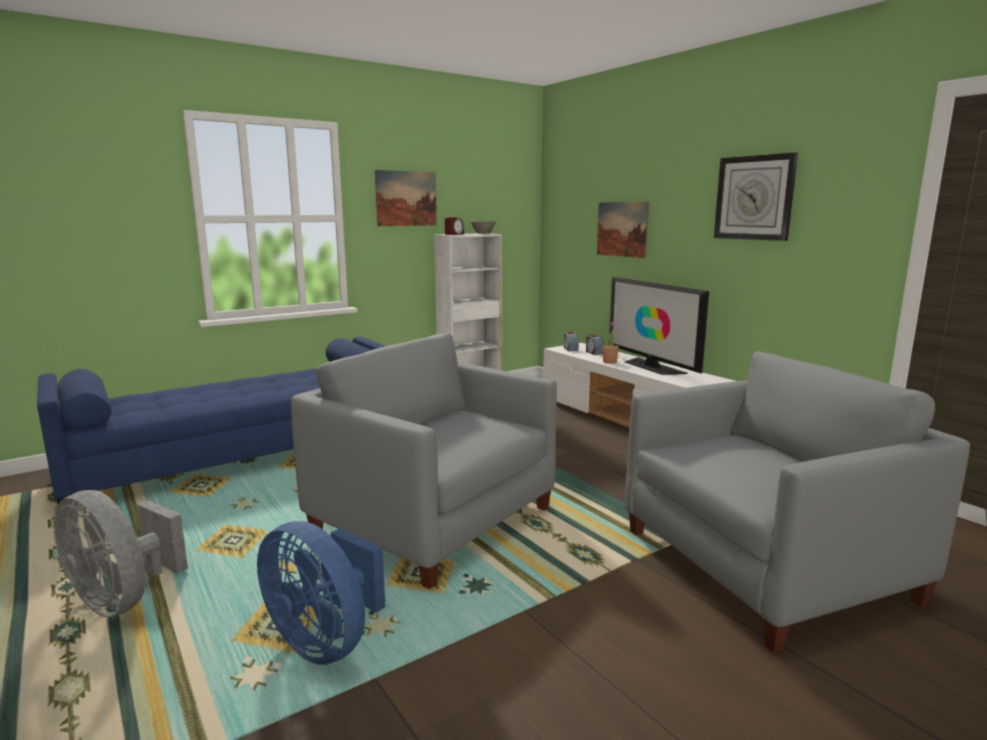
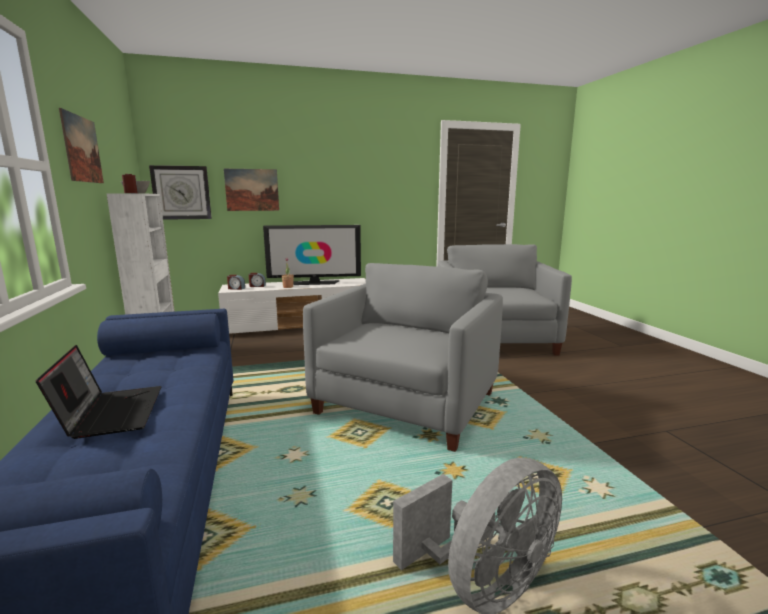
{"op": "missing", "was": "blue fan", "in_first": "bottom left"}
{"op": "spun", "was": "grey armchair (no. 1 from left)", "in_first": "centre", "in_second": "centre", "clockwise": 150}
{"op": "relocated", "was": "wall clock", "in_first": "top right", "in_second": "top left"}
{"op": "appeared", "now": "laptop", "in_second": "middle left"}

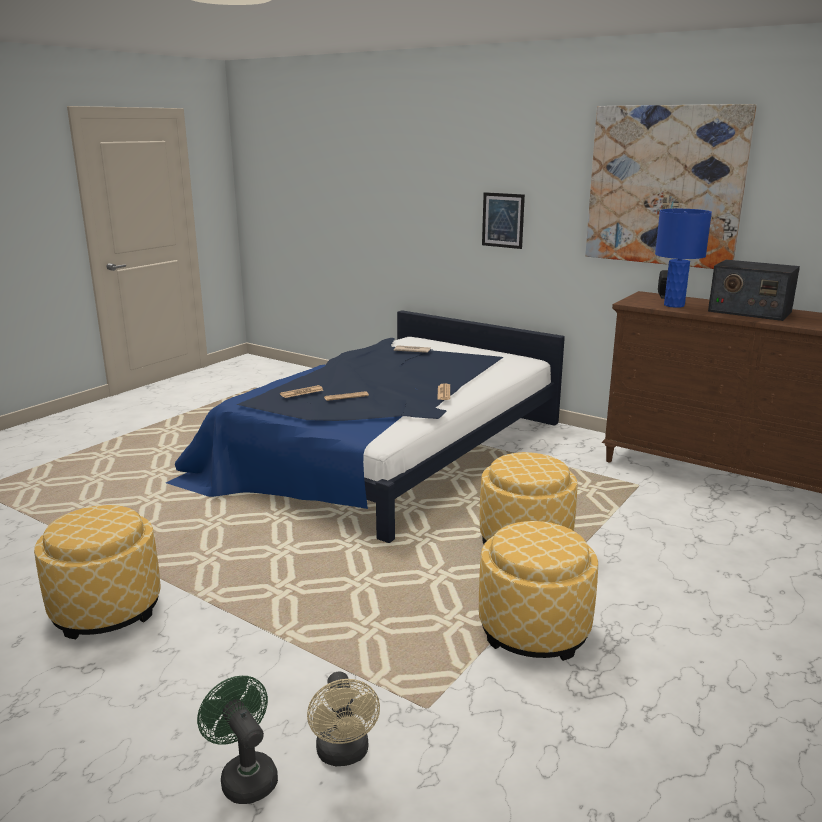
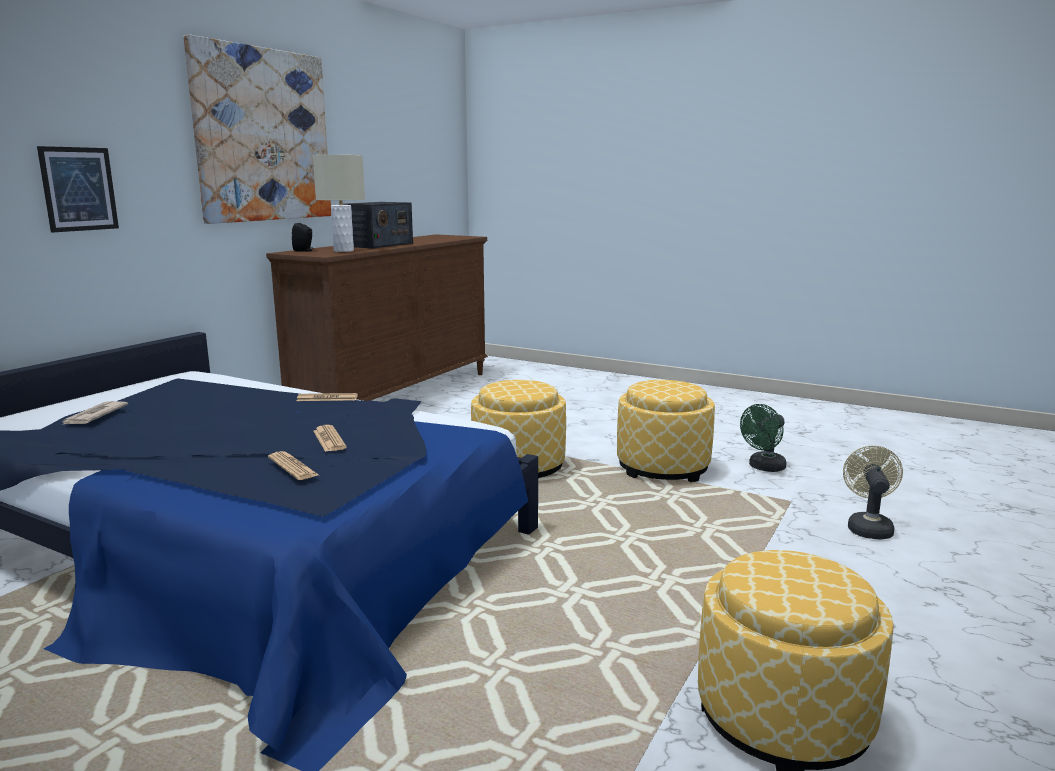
{"op": "relocated", "was": "green fan", "in_first": "bottom left", "in_second": "middle right"}
{"op": "spun", "was": "beige fan", "in_first": "bottom centre", "in_second": "middle right", "clockwise": -60}
{"op": "colour", "was": "blue table lamp", "now": "beige table lamp", "in_first": "top right", "in_second": "top left"}

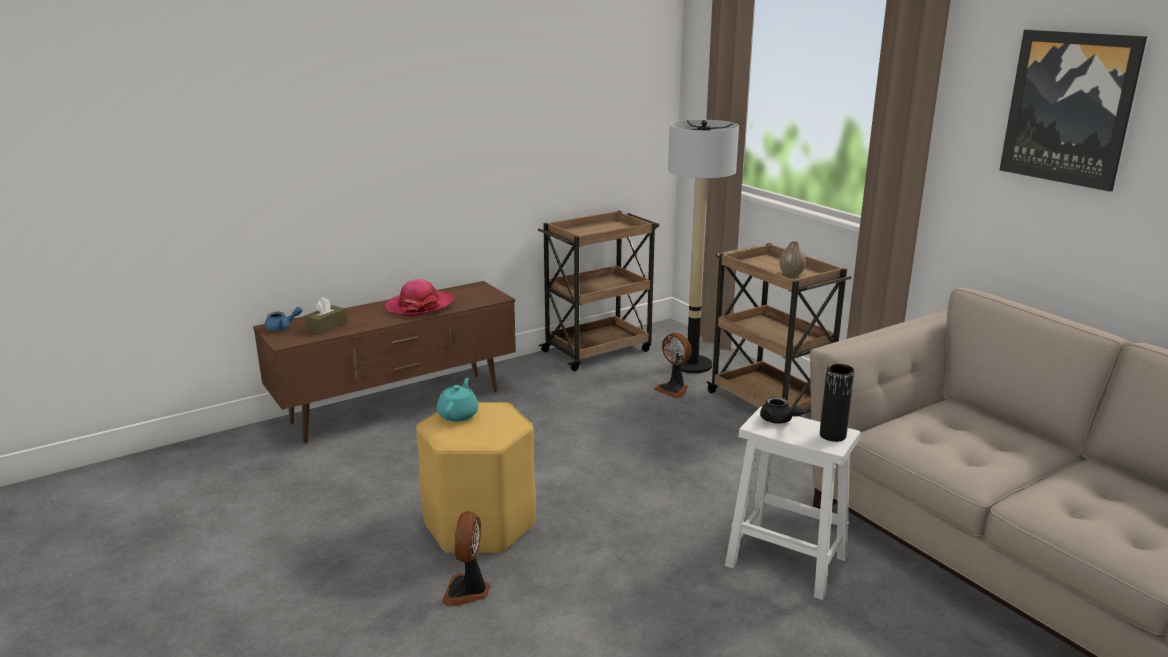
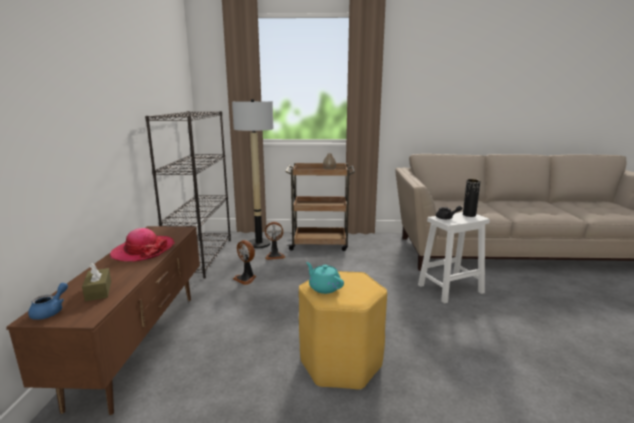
{"op": "relocated", "was": "fan (no. 1 from left)", "in_first": "bottom centre", "in_second": "centre"}
{"op": "exchanged", "was": "brown cart (no. 1 from left)", "now": "black bookcase", "in_first": "centre", "in_second": "middle left"}
{"op": "missing", "was": "picture", "in_first": "top right"}

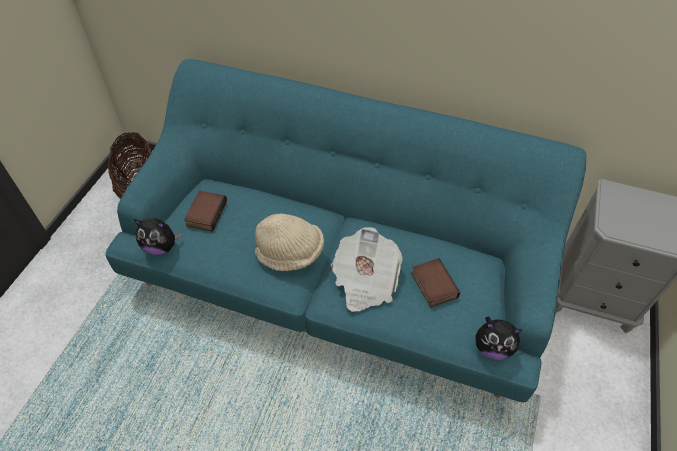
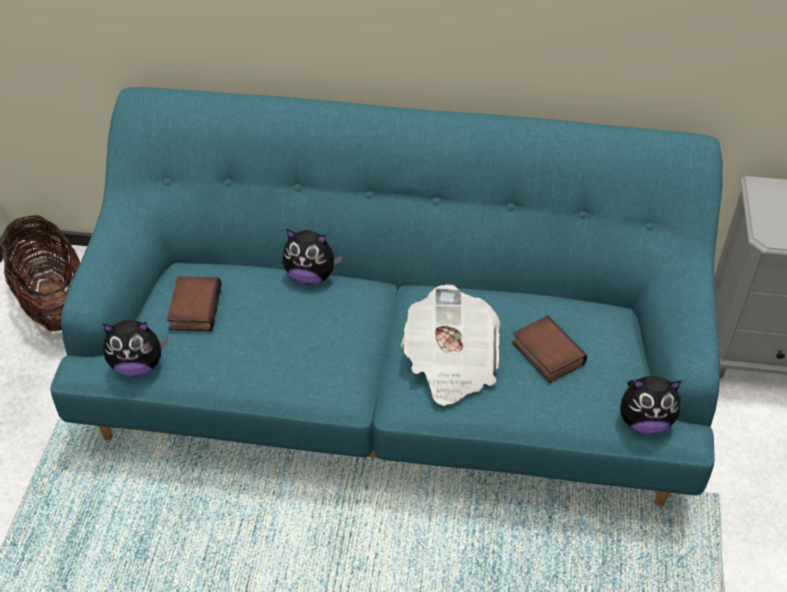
{"op": "missing", "was": "beige hat", "in_first": "centre"}
{"op": "appeared", "now": "plush toy (no. 2 from left)", "in_second": "centre"}

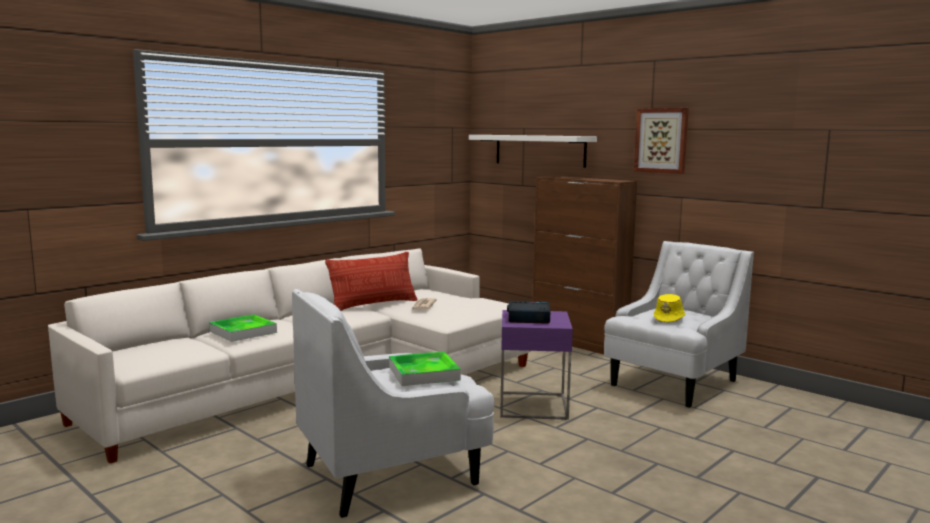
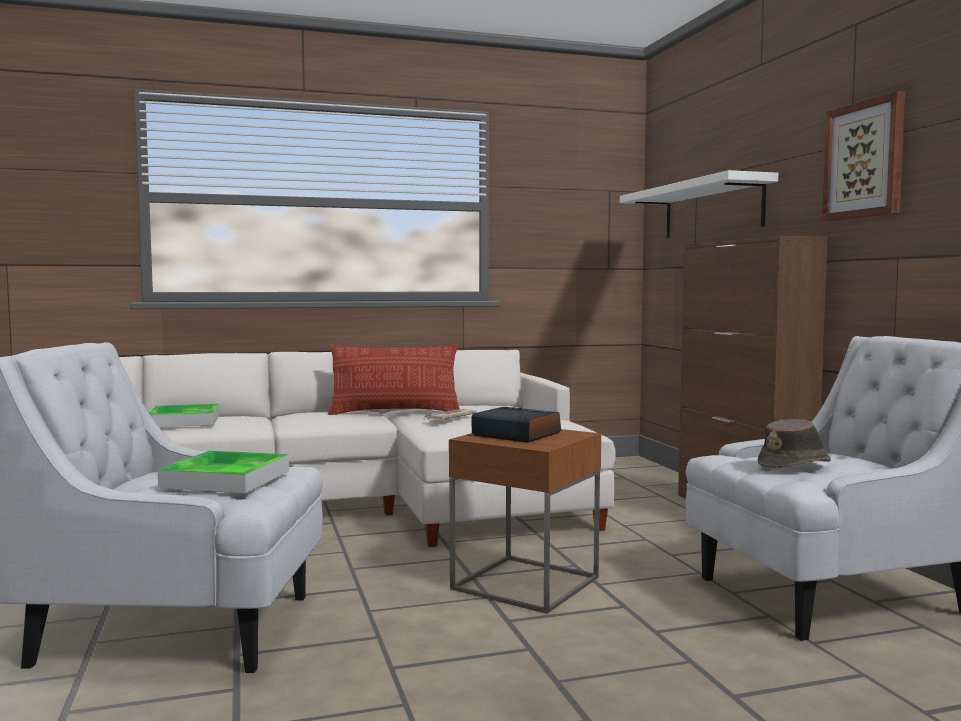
{"op": "colour", "was": "purple side table", "now": "brown side table", "in_first": "bottom centre", "in_second": "bottom centre"}
{"op": "colour", "was": "yellow hat", "now": "brown hat", "in_first": "middle right", "in_second": "middle right"}

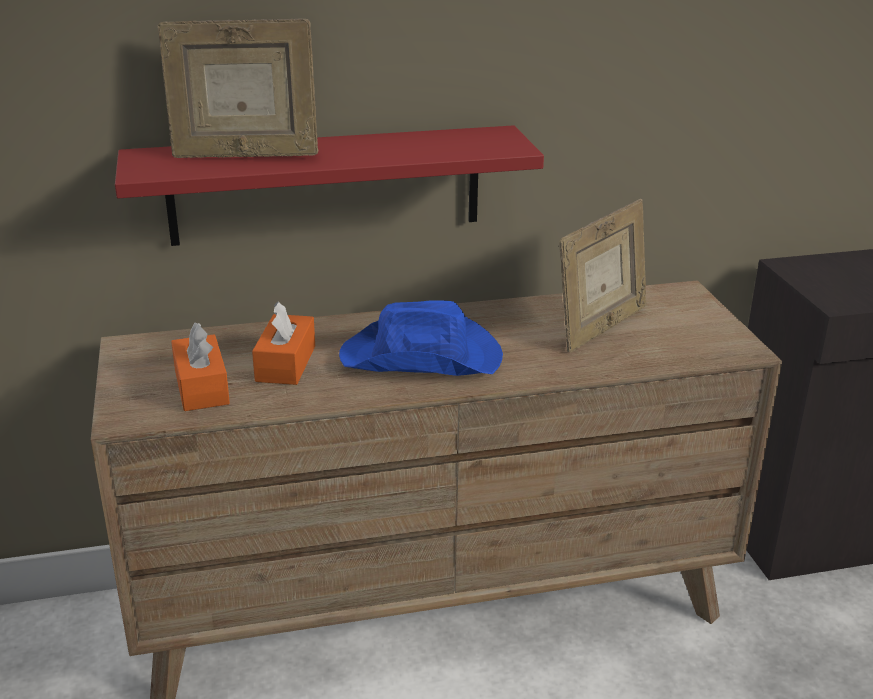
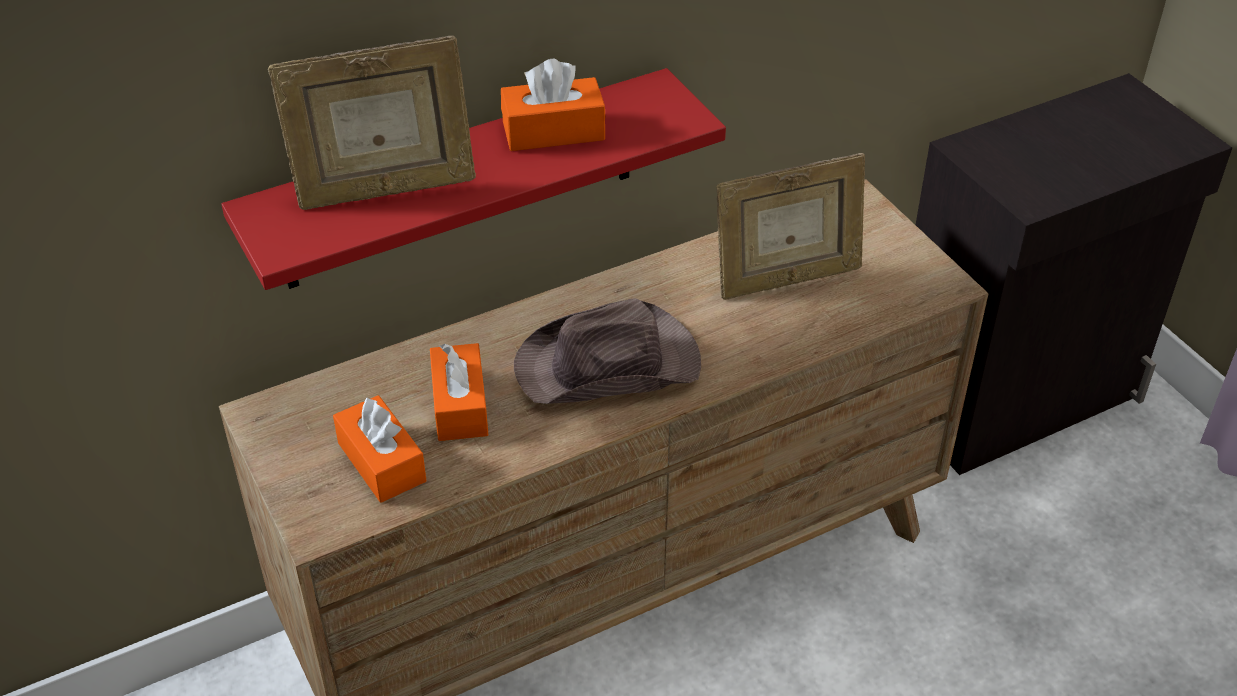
{"op": "colour", "was": "blue hat", "now": "brown hat", "in_first": "centre", "in_second": "centre"}
{"op": "spun", "was": "picture frame (no. 2 from left)", "in_first": "middle right", "in_second": "top centre", "clockwise": 45}
{"op": "appeared", "now": "orange tissue box (no. 3 from left)", "in_second": "top centre"}

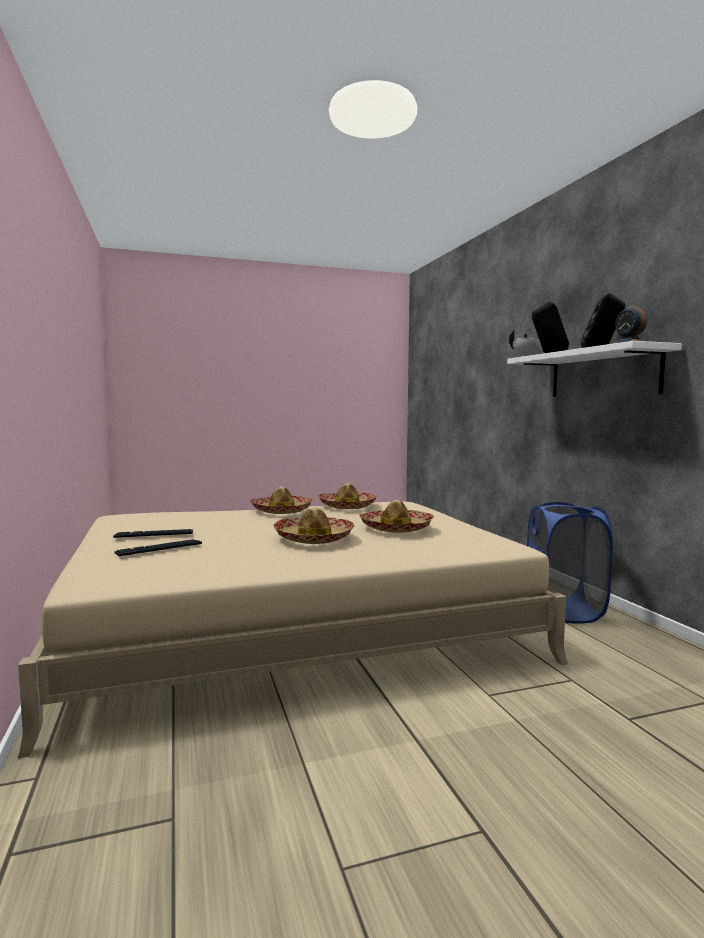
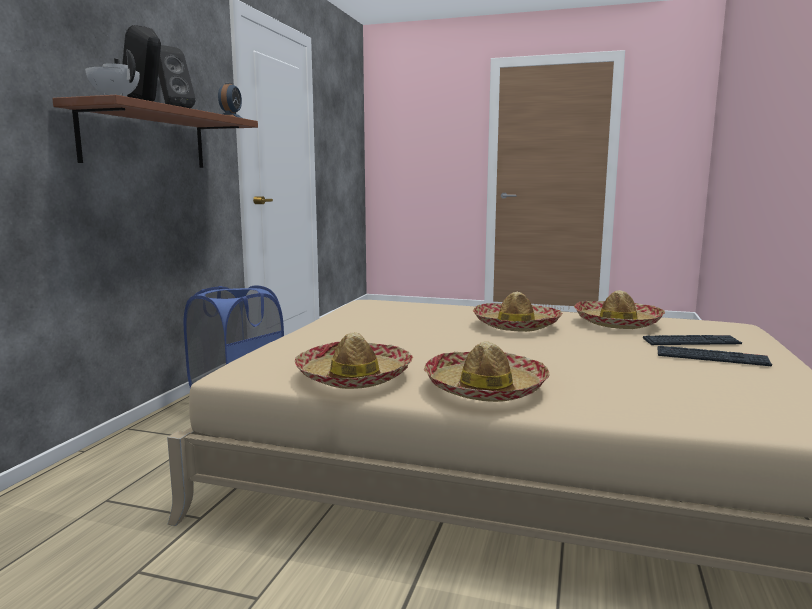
{"op": "relocated", "was": "hat (no. 4 from left)", "in_first": "centre", "in_second": "middle right"}
{"op": "colour", "was": "white shelf", "now": "brown shelf", "in_first": "middle right", "in_second": "top left"}

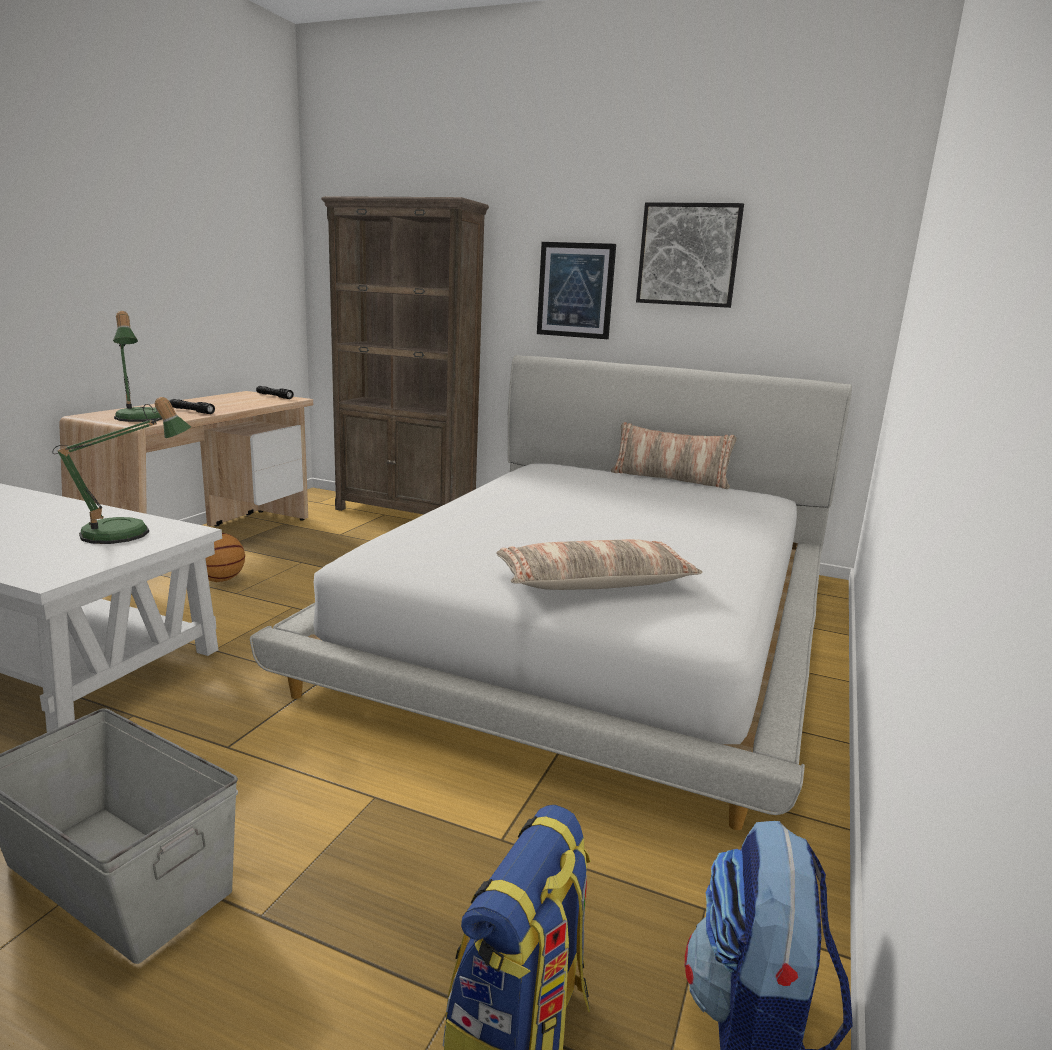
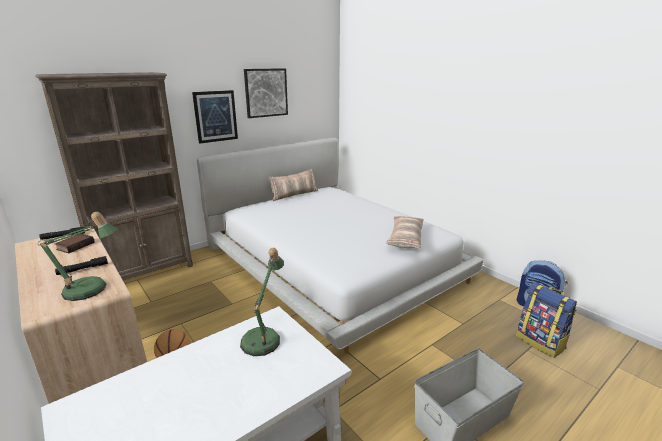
{"op": "appeared", "now": "book", "in_second": "middle left"}

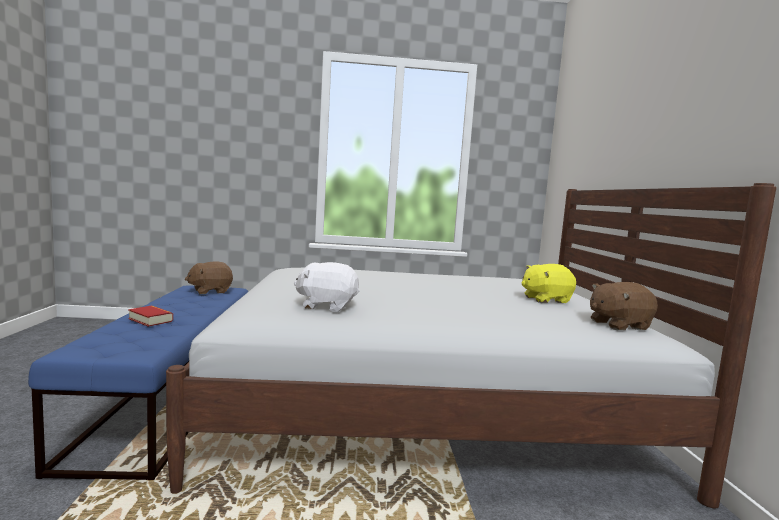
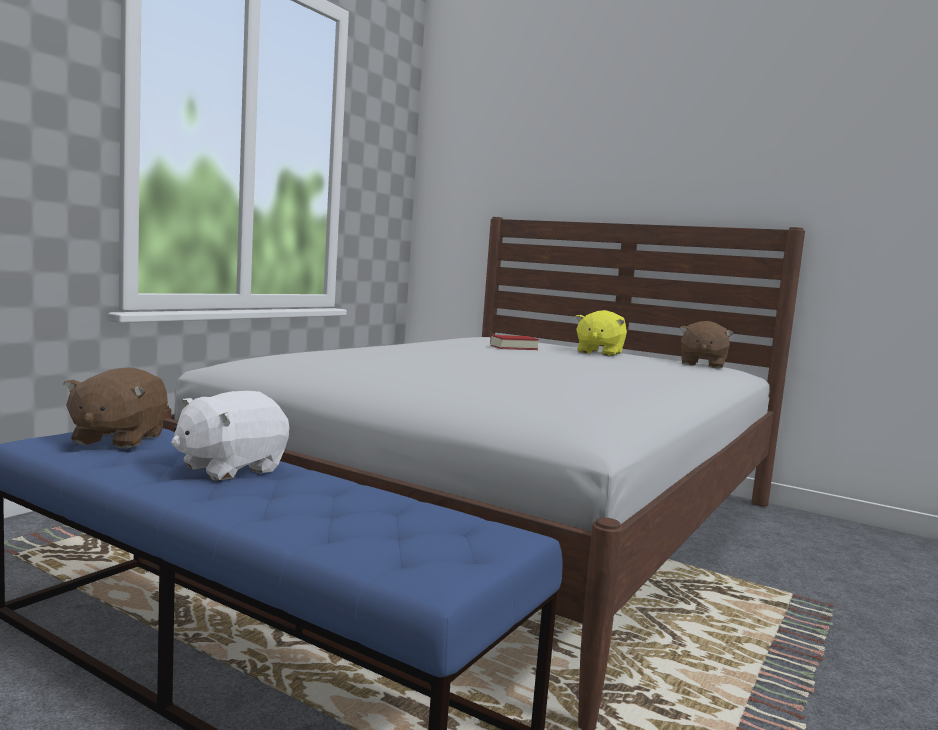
{"op": "relocated", "was": "book", "in_first": "middle left", "in_second": "centre"}
{"op": "relocated", "was": "white plush toy", "in_first": "centre", "in_second": "middle left"}

